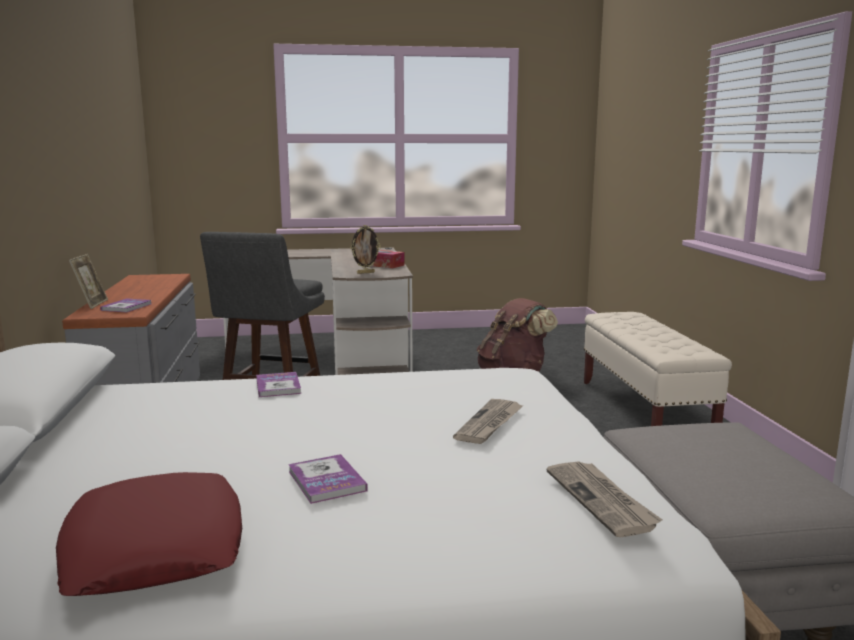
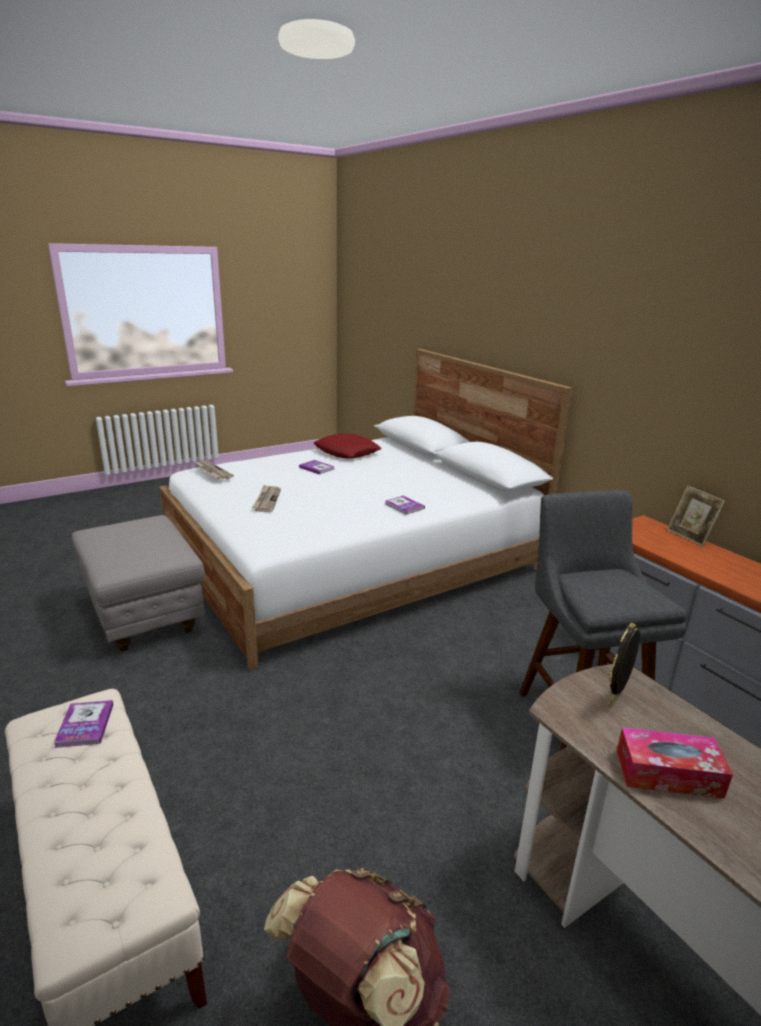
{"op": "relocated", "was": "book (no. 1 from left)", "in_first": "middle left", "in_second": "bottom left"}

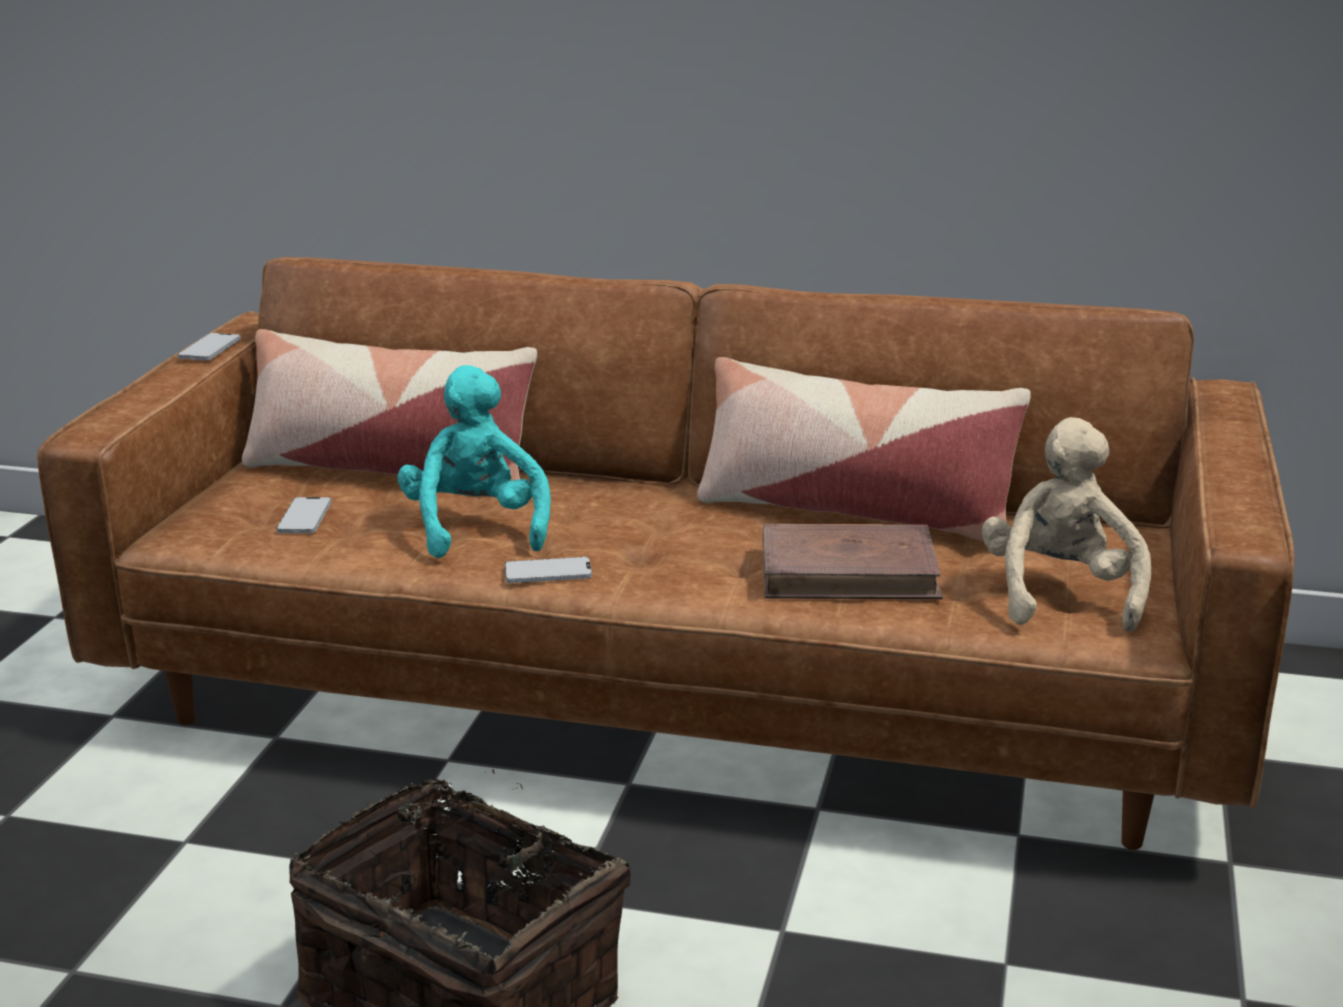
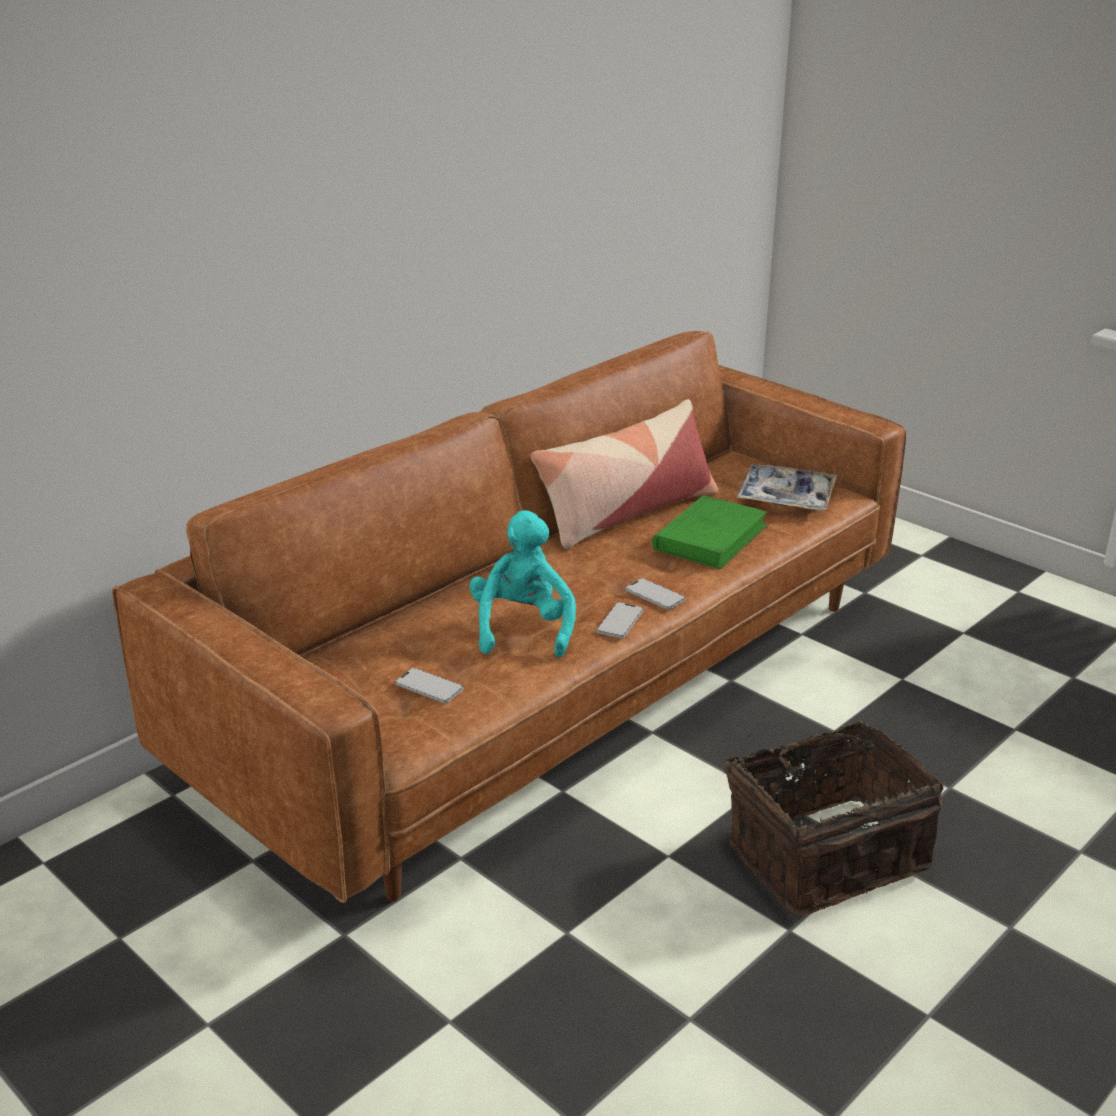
{"op": "relocated", "was": "phone (no. 1 from left in the first image)", "now": "phone (no. 3 from left)", "in_first": "middle left", "in_second": "centre"}
{"op": "missing", "was": "pillow (no. 1 from left)", "in_first": "middle left"}
{"op": "spun", "was": "turquoise plush toy", "in_first": "centre", "in_second": "centre", "clockwise": 75}
{"op": "colour", "was": "brown book", "now": "green book", "in_first": "centre", "in_second": "centre"}
{"op": "exchanged", "was": "beige plush toy", "now": "tray", "in_first": "middle right", "in_second": "middle right"}

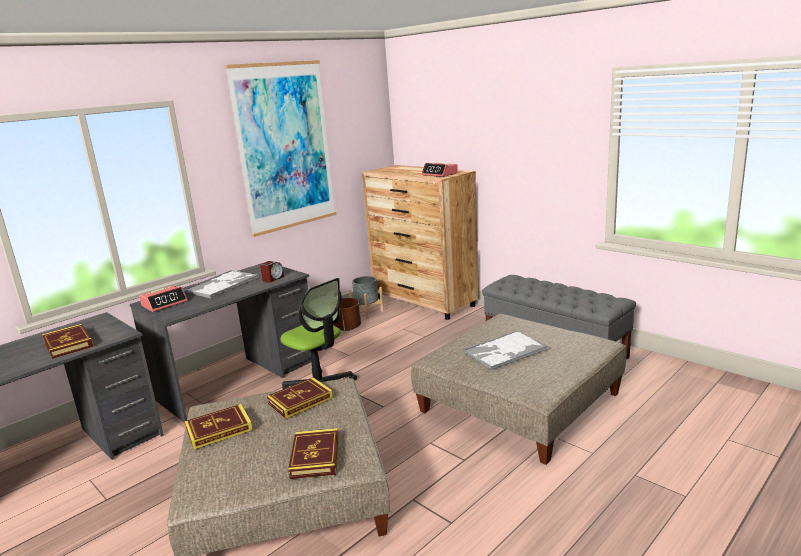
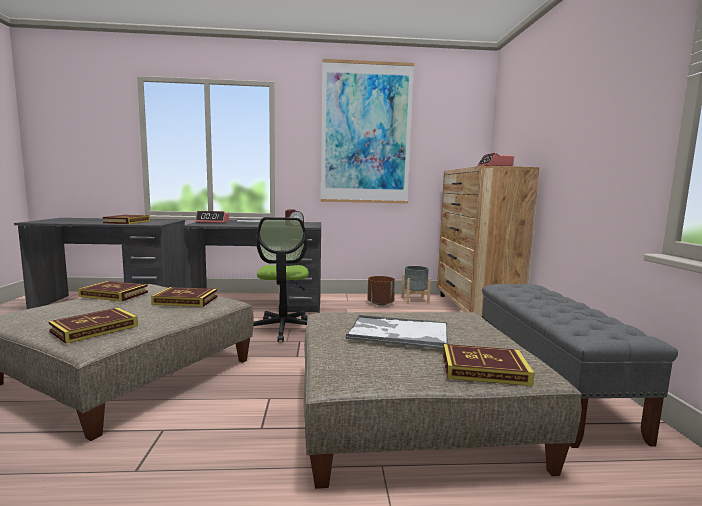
{"op": "appeared", "now": "book (no. 5 from left)", "in_second": "bottom right"}

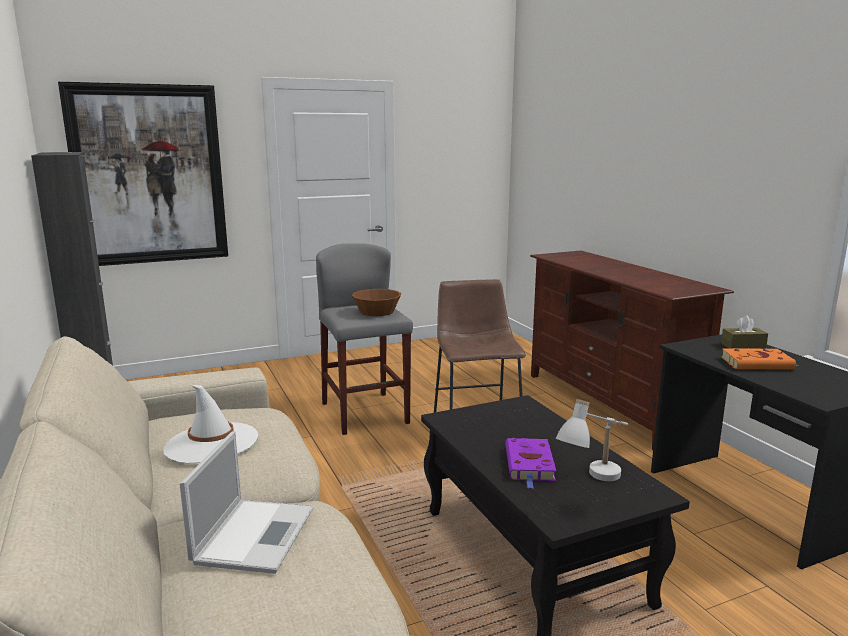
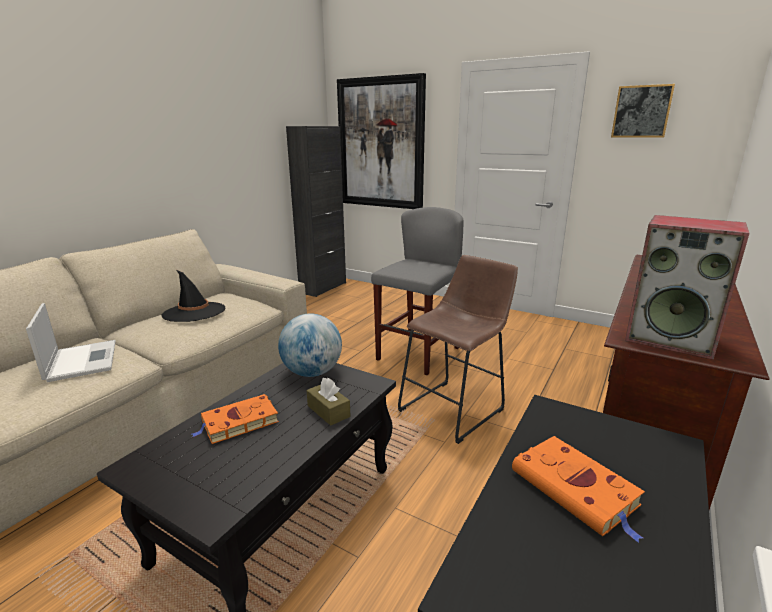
{"op": "colour", "was": "white hat", "now": "black hat", "in_first": "bottom left", "in_second": "middle left"}
{"op": "spun", "was": "laptop", "in_first": "bottom left", "in_second": "middle left", "clockwise": -90}
{"op": "missing", "was": "brown bowl", "in_first": "centre"}
{"op": "colour", "was": "purple book", "now": "orange book (no. 1 from left)", "in_first": "bottom centre", "in_second": "bottom left"}
{"op": "missing", "was": "white table lamp", "in_first": "bottom right"}
{"op": "relocated", "was": "brown tissue box", "in_first": "middle right", "in_second": "centre"}
{"op": "appeared", "now": "globe", "in_second": "centre"}
{"op": "appeared", "now": "picture (no. 2 from left)", "in_second": "top right"}
{"op": "appeared", "now": "speaker", "in_second": "middle right"}

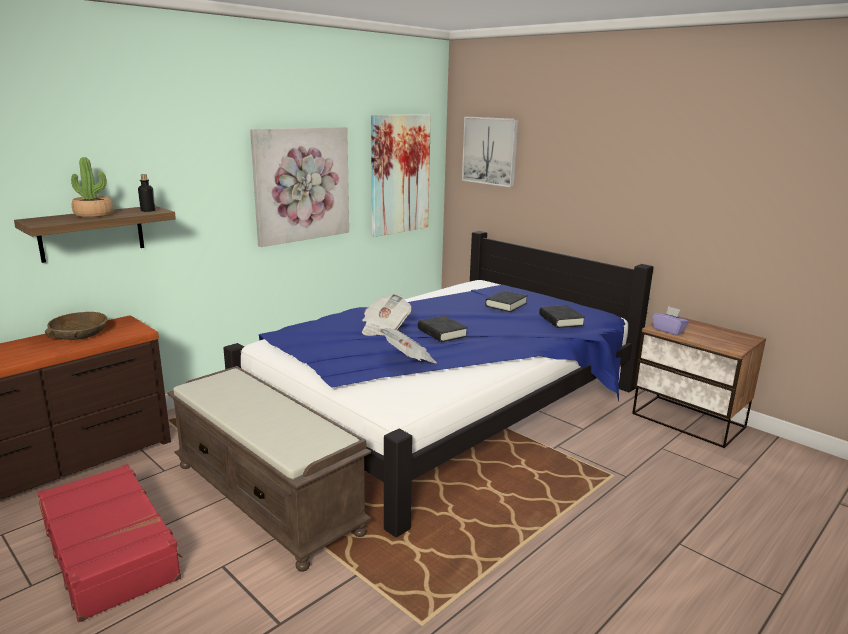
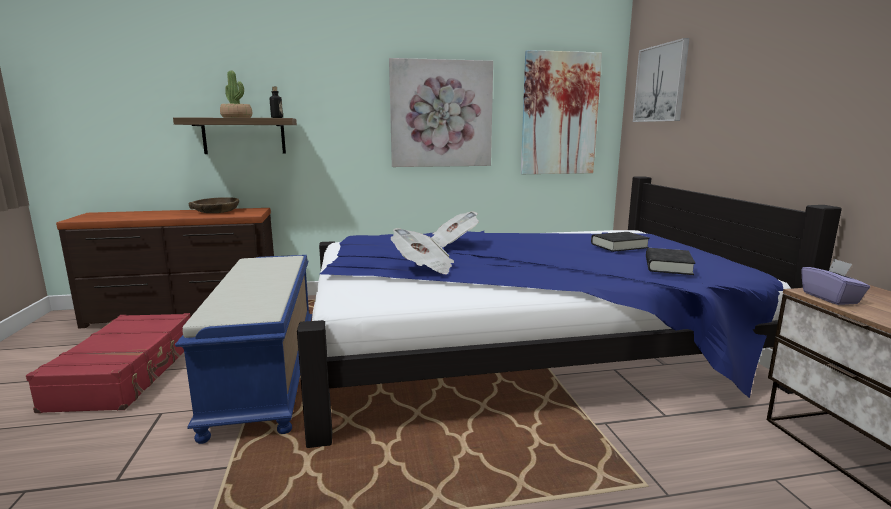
{"op": "colour", "was": "brown bench", "now": "blue bench", "in_first": "bottom left", "in_second": "bottom left"}
{"op": "missing", "was": "black book (no. 1 from left)", "in_first": "centre"}

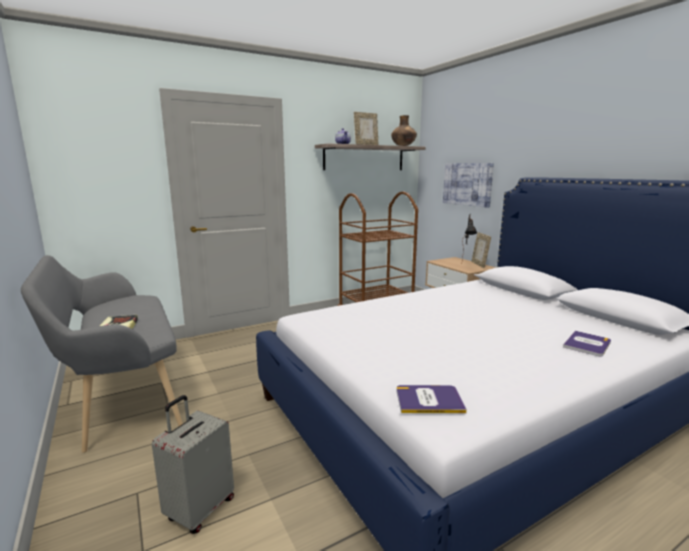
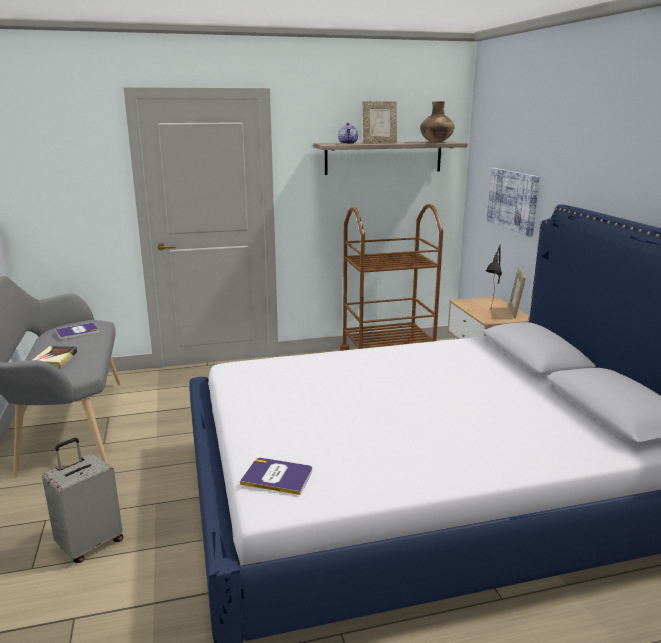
{"op": "relocated", "was": "book (no. 3 from left in the first image)", "now": "book (no. 2 from left)", "in_first": "middle right", "in_second": "middle left"}

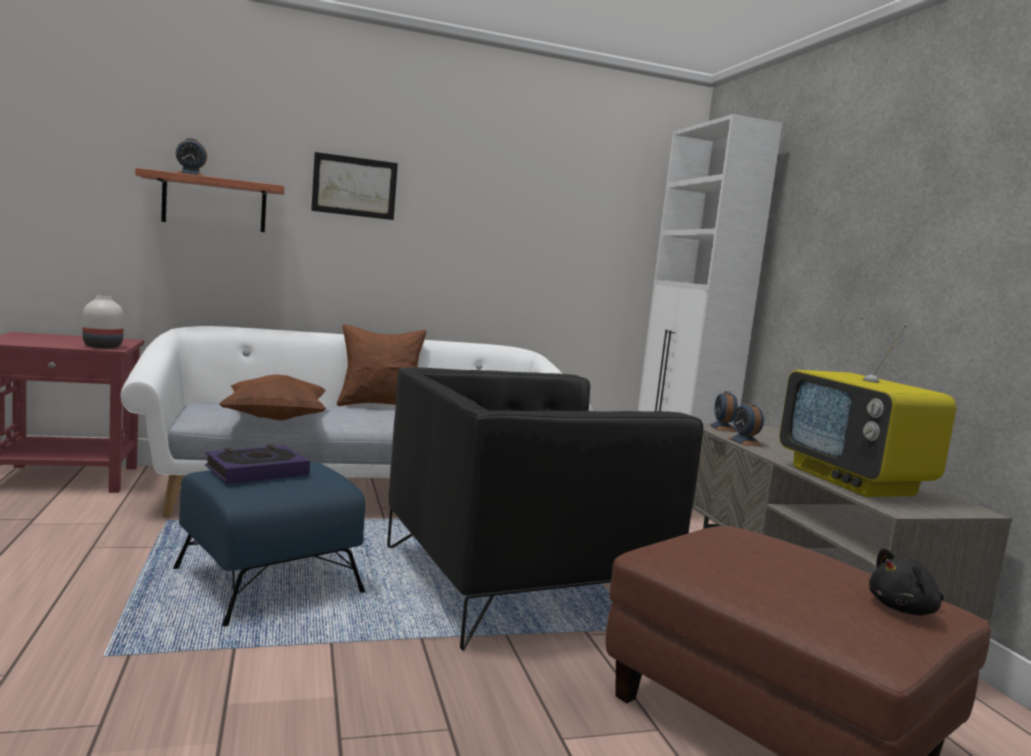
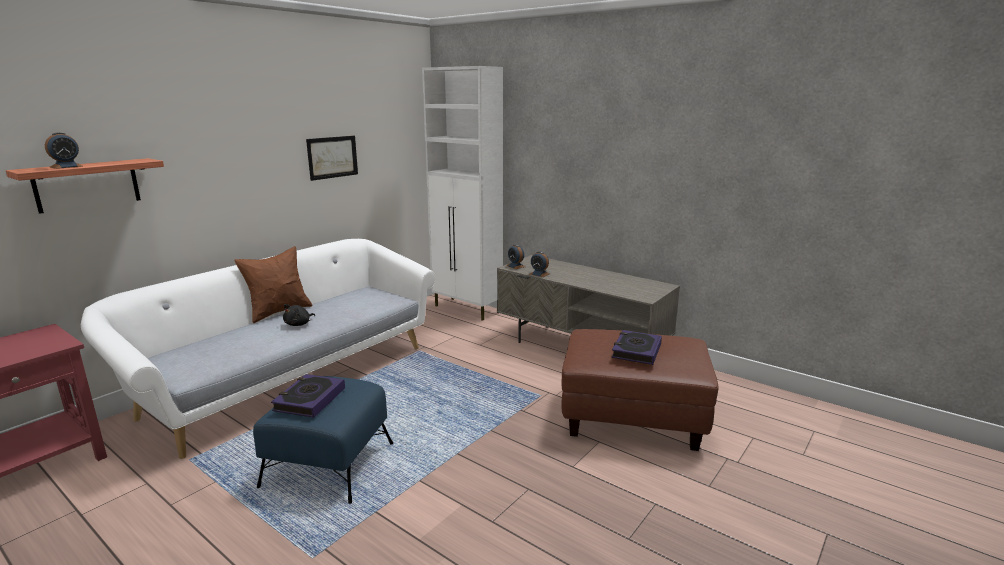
{"op": "missing", "was": "white vase", "in_first": "middle left"}
{"op": "missing", "was": "brown pillow (no. 1 from left)", "in_first": "middle left"}
{"op": "relocated", "was": "picture", "in_first": "top centre", "in_second": "top left"}
{"op": "missing", "was": "black armchair", "in_first": "bottom centre"}
{"op": "missing", "was": "television", "in_first": "middle right"}
{"op": "relocated", "was": "black plush toy", "in_first": "bottom right", "in_second": "middle left"}
{"op": "appeared", "now": "book (no. 2 from left)", "in_second": "centre"}

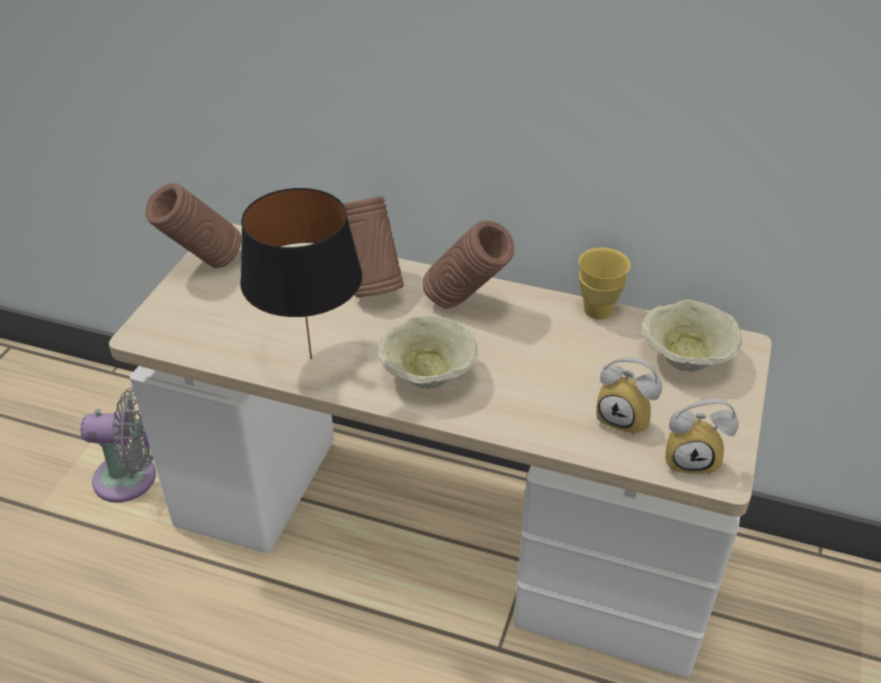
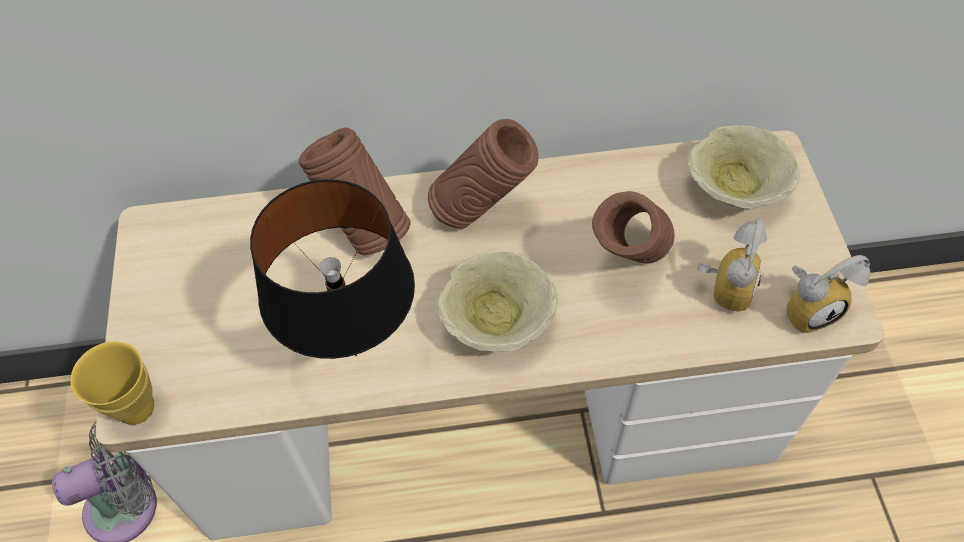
{"op": "relocated", "was": "brown vase (no. 1 from left in the first image)", "now": "brown vase (no. 3 from left)", "in_first": "top left", "in_second": "centre"}
{"op": "relocated", "was": "yellow cup", "in_first": "middle right", "in_second": "bottom left"}
{"op": "spun", "was": "alarm clock (no. 1 from left)", "in_first": "middle right", "in_second": "middle right", "clockwise": -75}

